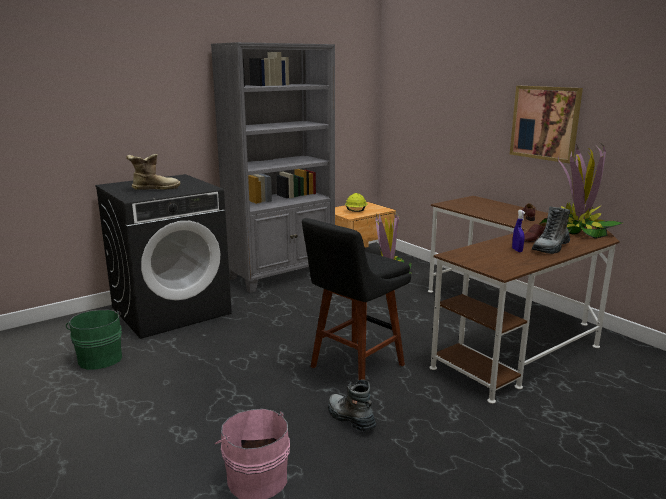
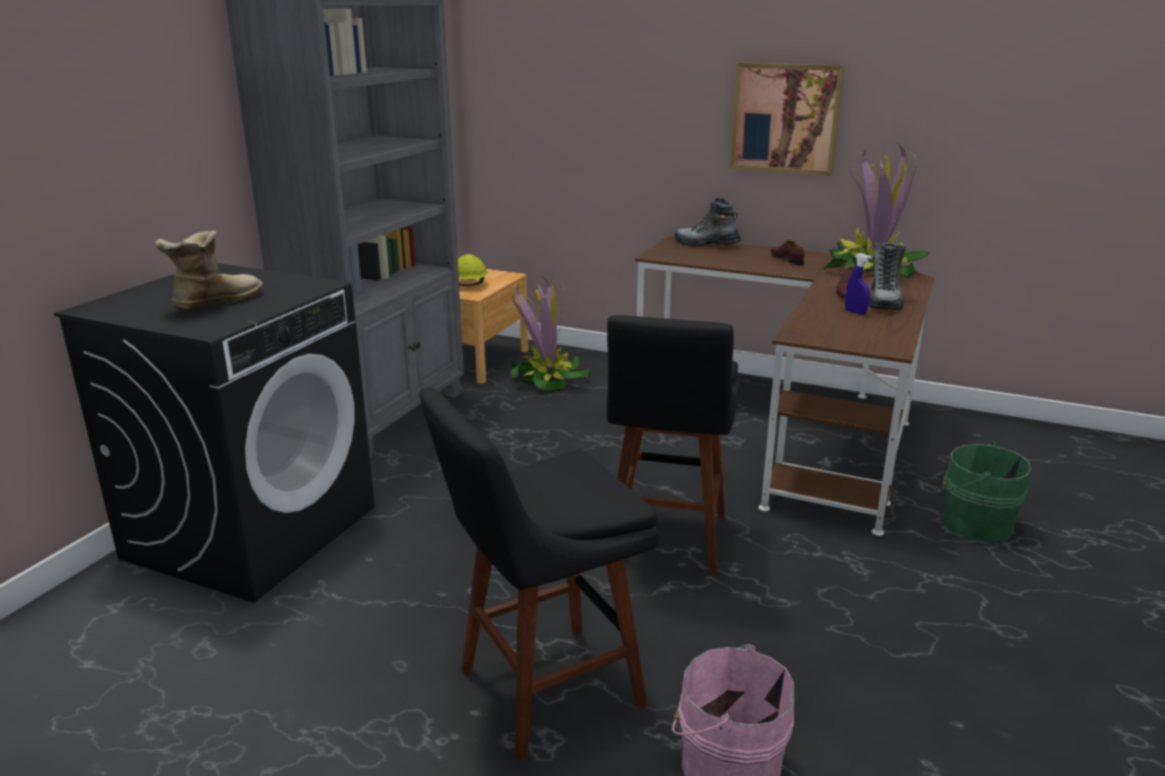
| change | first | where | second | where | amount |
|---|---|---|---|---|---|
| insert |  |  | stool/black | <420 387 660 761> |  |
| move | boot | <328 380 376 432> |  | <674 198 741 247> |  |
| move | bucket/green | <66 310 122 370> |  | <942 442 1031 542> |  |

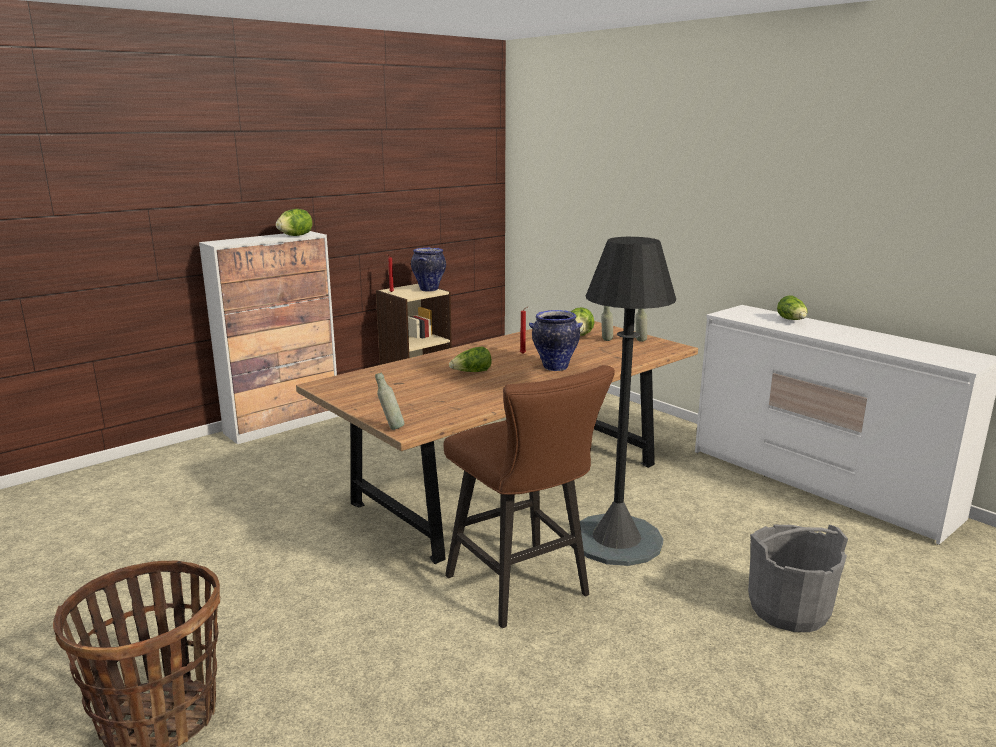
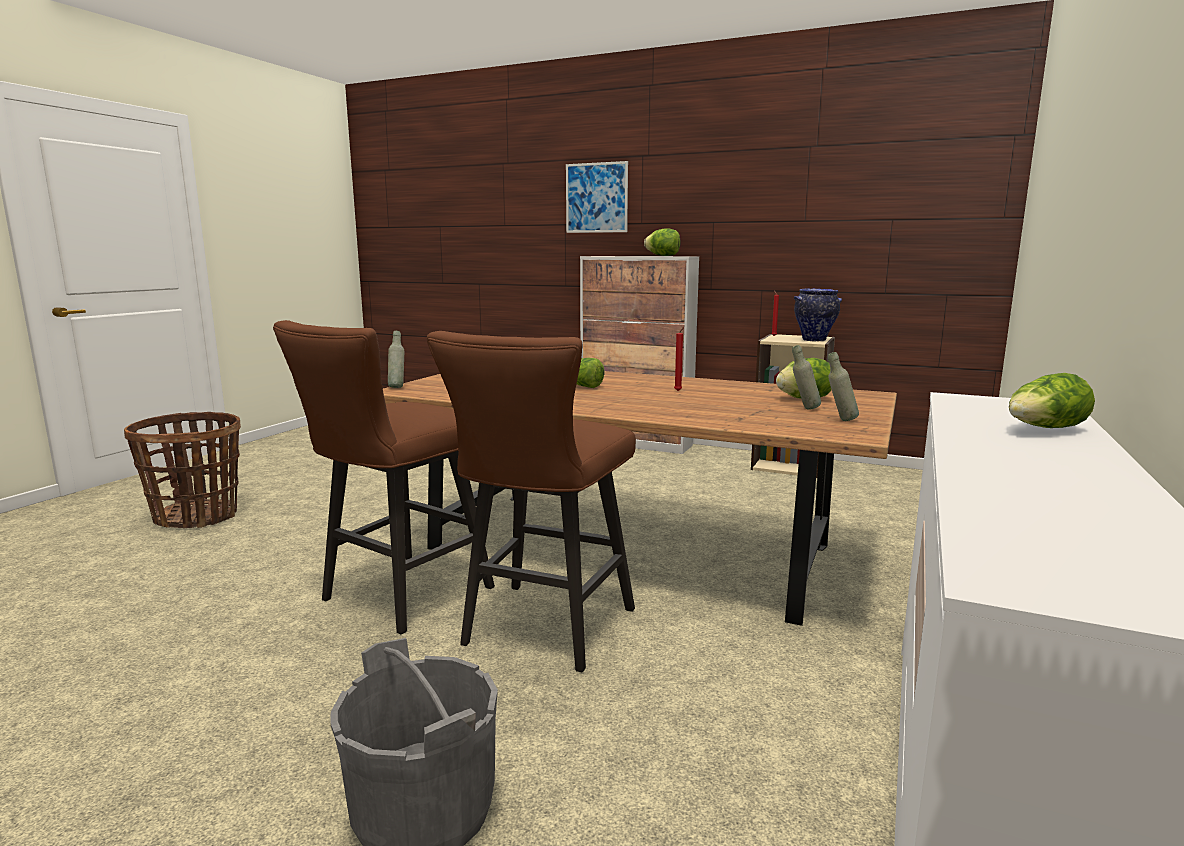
| change | first | where | second | where | amount |
|---|---|---|---|---|---|
| replace | floor lamp/black | <580 237 676 566> | stool/brown | <427 331 636 672> |  |
| insert |  |  | picture | <566 161 628 233> |  |
| delete | vase | <529 310 583 371> |  |  |  |

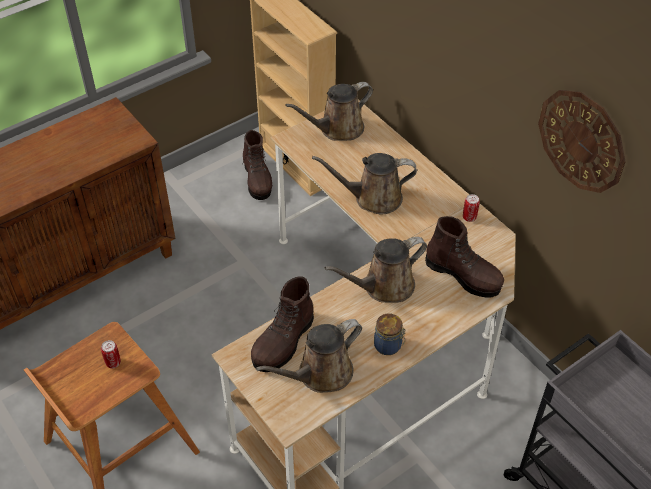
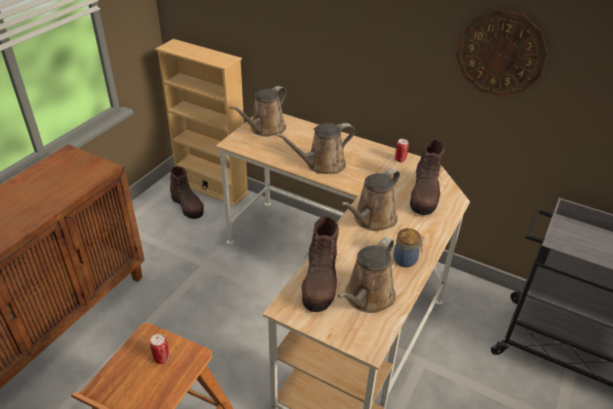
| change | first | where | second | where | amount |
|---|---|---|---|---|---|
| rotate | boot/brown | <425 216 504 298> |  | <410 139 445 215> | 90 degrees clockwise |

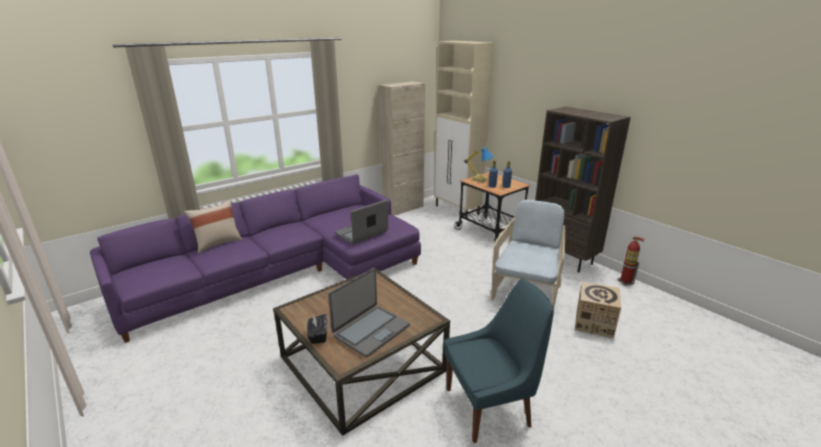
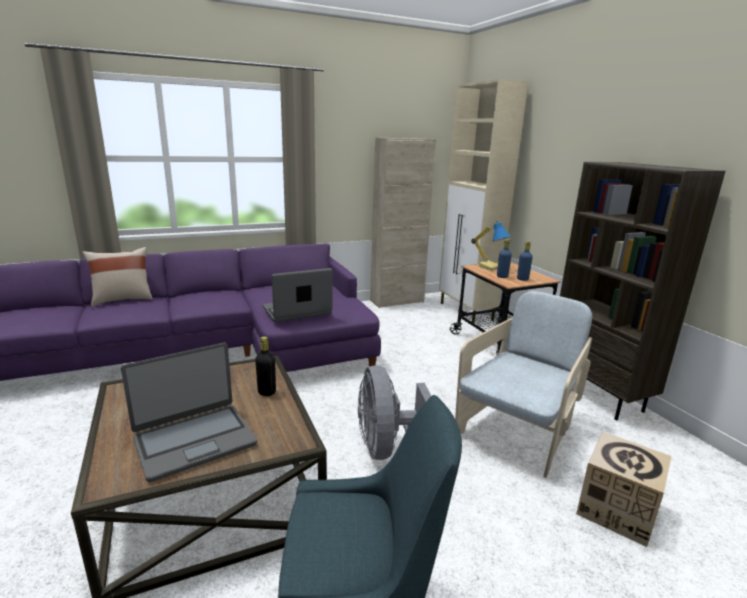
| change | first | where | second | where | amount |
|---|---|---|---|---|---|
| insert |  |  | bottle/black | <255 336 276 396> |  |
| insert |  |  | fan/grey | <358 365 431 460> |  |
| delete | tissue box/black | <307 314 327 344> |  |  |  |
| delete | fire extinguisher | <618 236 644 286> |  |  |  |

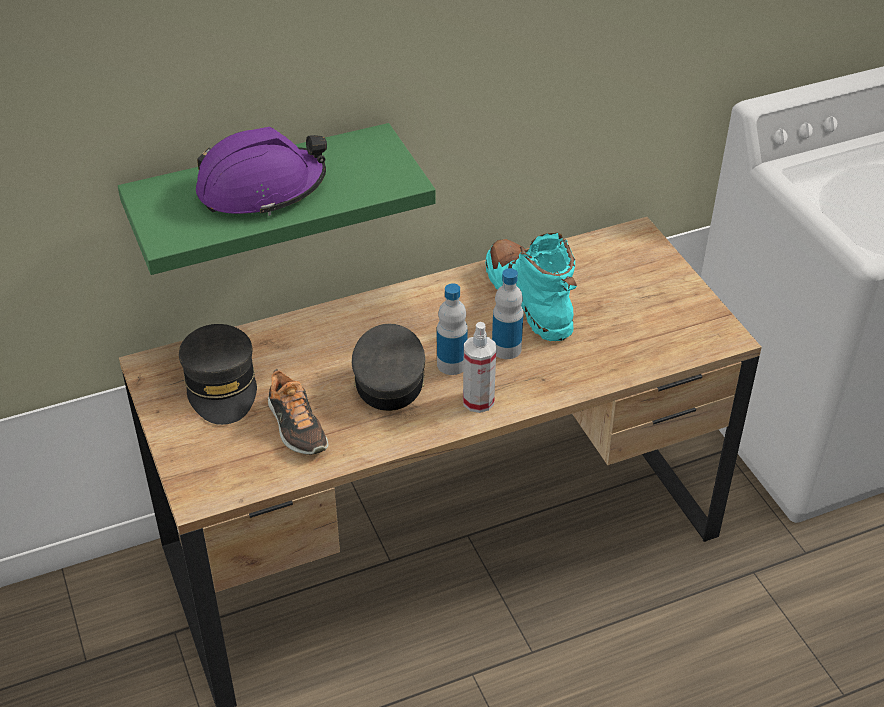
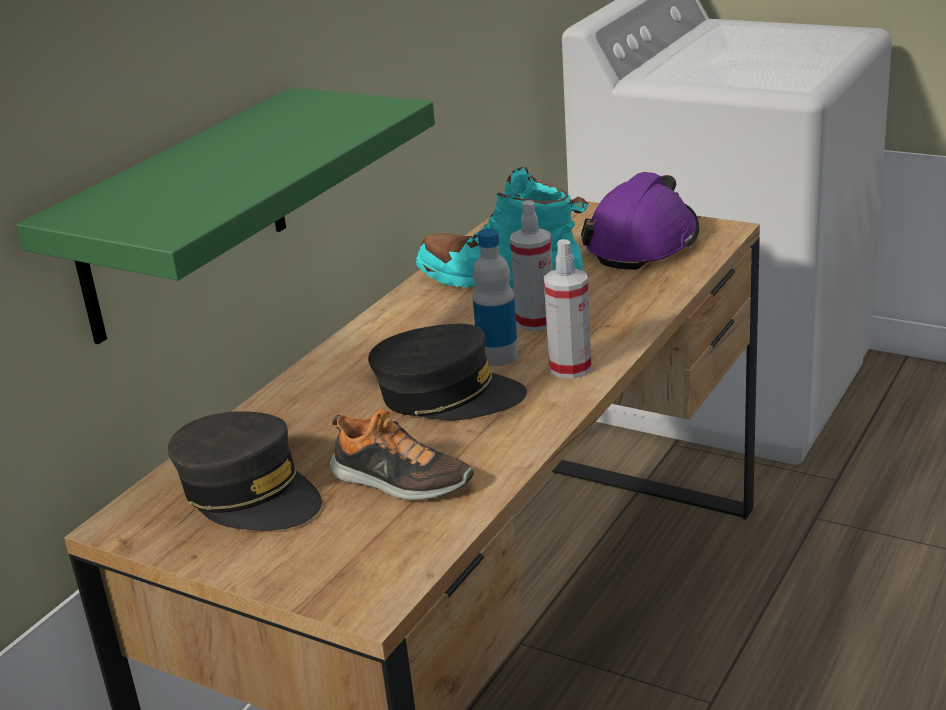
| change | first | where | second | where | amount |
|---|---|---|---|---|---|
| rotate | cap/grey | <352 324 425 411> |  | <368 324 527 420> | 135 degrees clockwise |
| replace | bottle | <492 268 524 359> | spray bottle | <510 200 553 331> |  |
| move | hard hat/purple | <196 127 327 216> |  | <581 172 700 270> |  |

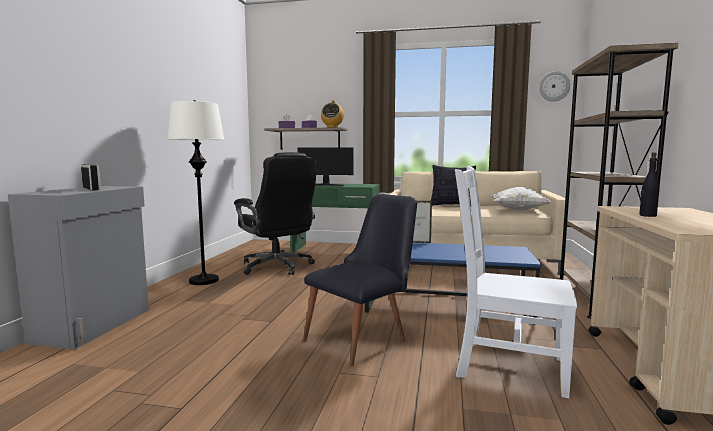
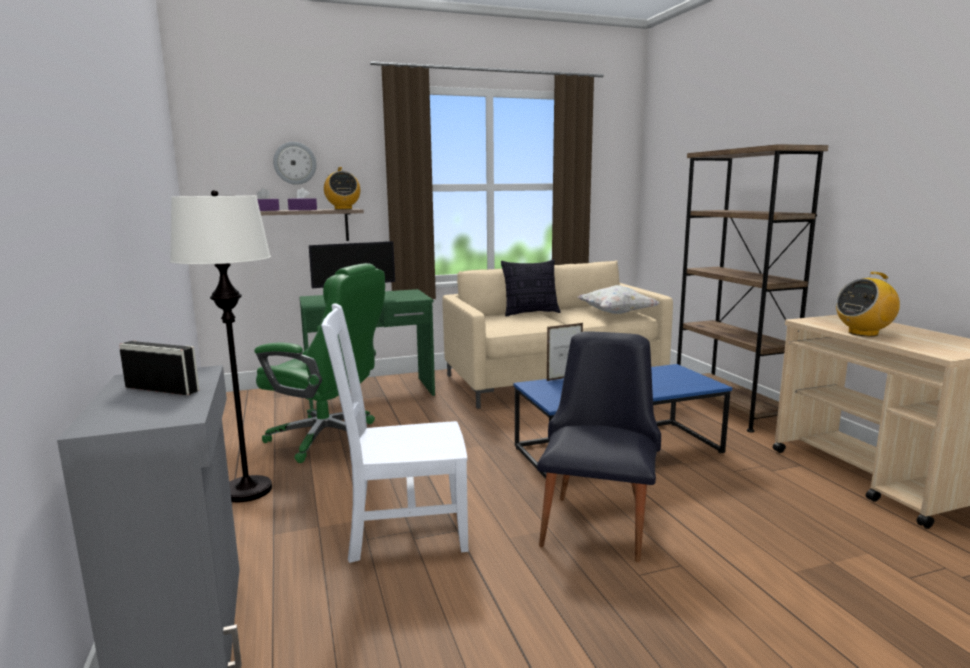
| change | first | where | second | where | amount |
|---|---|---|---|---|---|
| recolor | office chair/black | <234 152 316 275> | office chair/green | <254 263 385 463> |  |
| move | wall clock | <539 71 570 102> |  | <273 142 316 185> |  |
| move | chair/white | <455 166 577 398> |  | <321 303 468 563> |  |
| replace | bottle/black | <639 152 660 217> | radio | <836 272 900 337> |  |

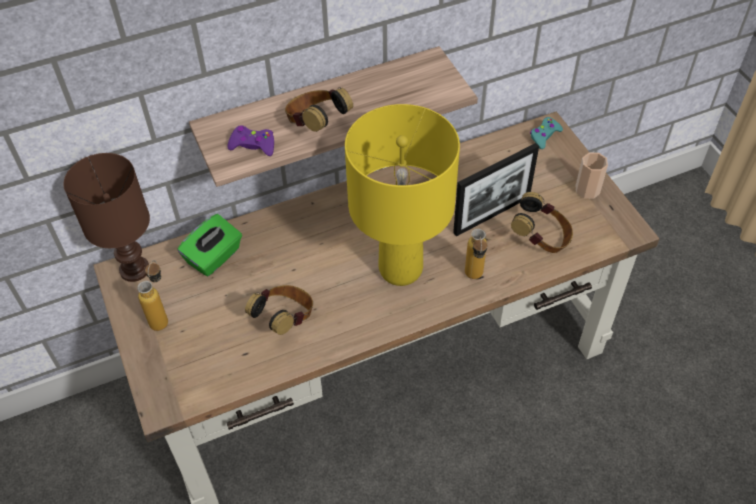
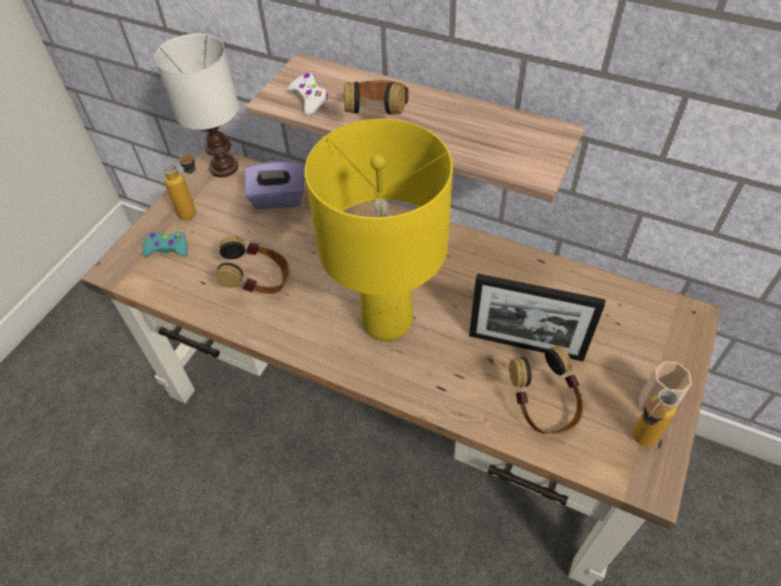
| change | first | where | second | where | amount |
|---|---|---|---|---|---|
| move | game controller/turquoise | <530 117 563 149> |  | <143 232 188 257> |  |
| recolor | table lamp/brown | <64 153 150 282> | table lamp/white | <155 34 239 177> |  |
| recolor | tissue box/green | <177 214 242 276> | tissue box/purple | <245 162 304 209> |  |
| recolor | game controller/purple | <227 125 274 156> | game controller/white | <287 73 328 116> |  |
| move | bottle | <465 229 488 279> |  | <632 389 679 446> |  |

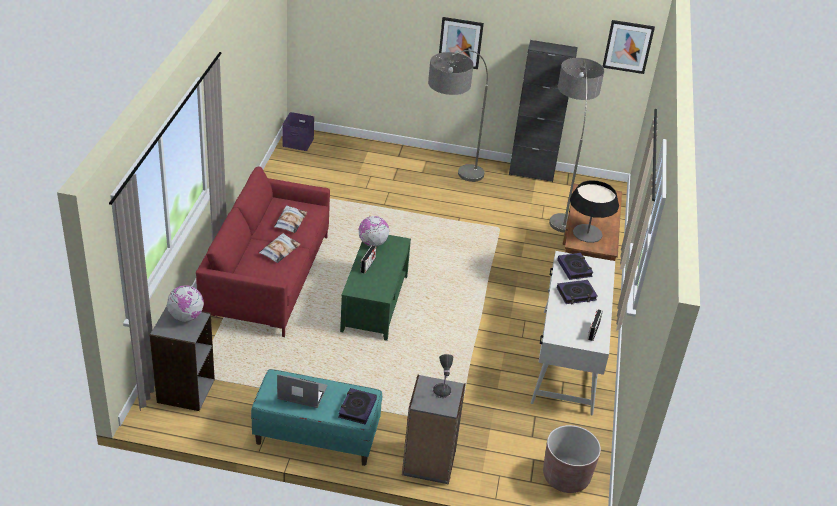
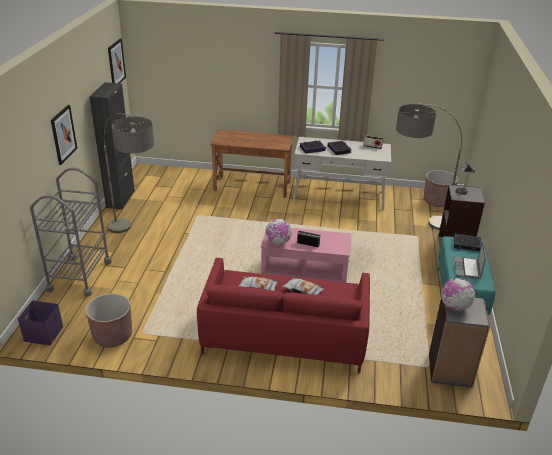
| change | first | where | second | where | amount |
|---|---|---|---|---|---|
| insert |  |  | cart/grey | <30 168 111 297> |  |
| insert |  |  | planter/brown | <86 293 132 347> |  |
| recolor | coffee table/green | <340 235 411 341> | coffee table/pink | <261 228 351 283> |  |
| move | floor lamp | <549 58 604 233> |  | <396 104 462 230> |  |
| delete | table lamp | <570 180 619 243> |  |  |  |

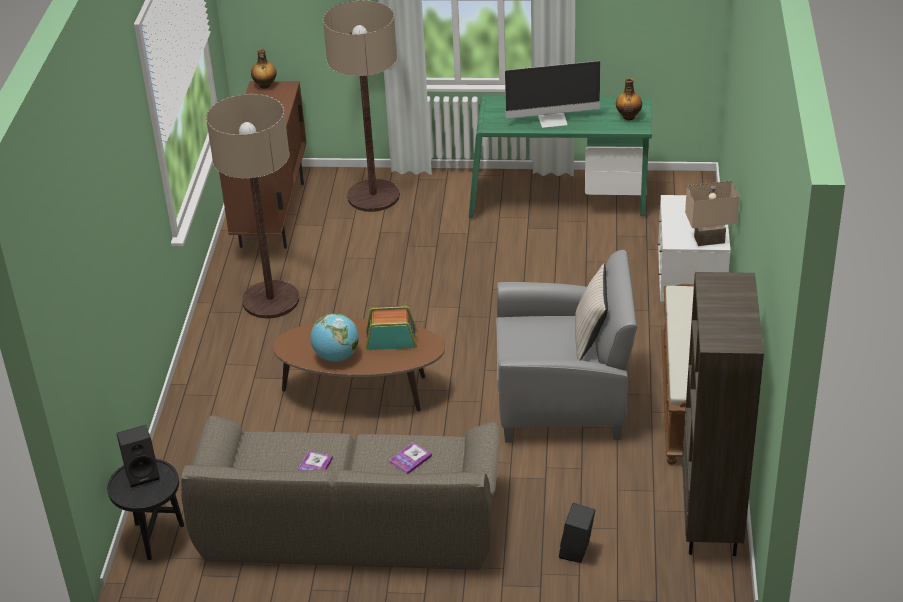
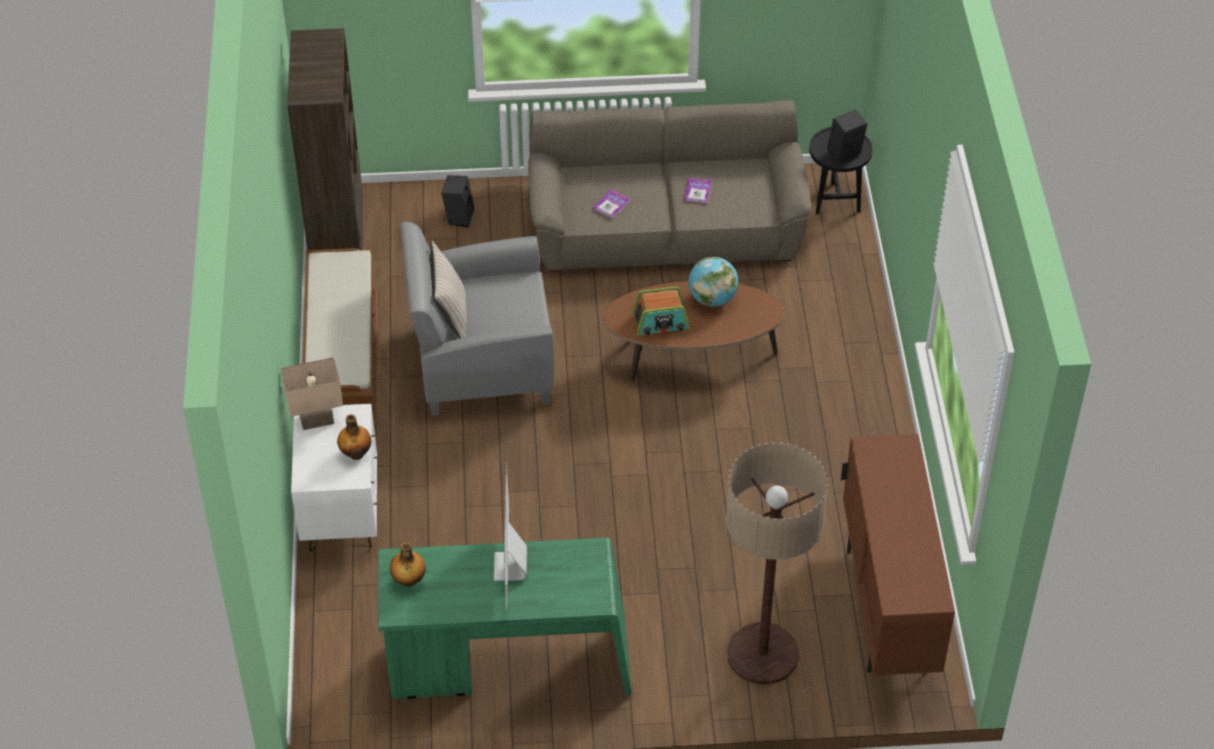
| change | first | where | second | where | amount |
|---|---|---|---|---|---|
| move | bottle | <251 49 277 89> |  | <337 414 371 460> |  |
| rotate | monitor | <505 61 600 128> |  | <494 463 527 611> | 75 degrees counterclockwise |
| delete | floor lamp | <206 94 299 319> |  |  |  |

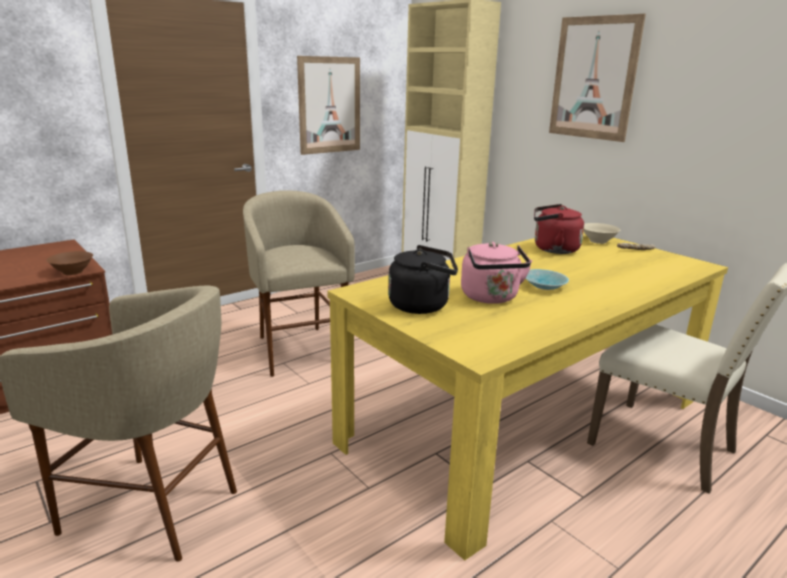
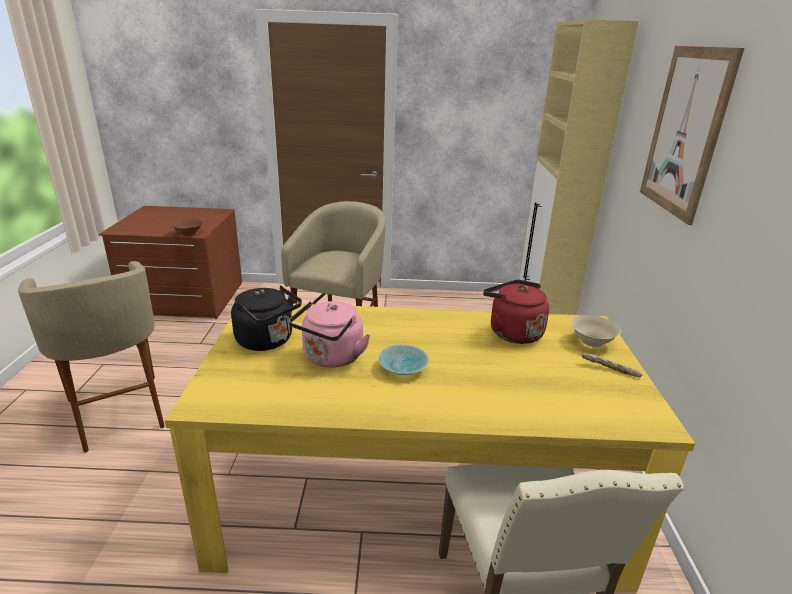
| change | first | where | second | where | amount |
|---|---|---|---|---|---|
| delete | picture | <297 56 360 155> |  |  |  |

